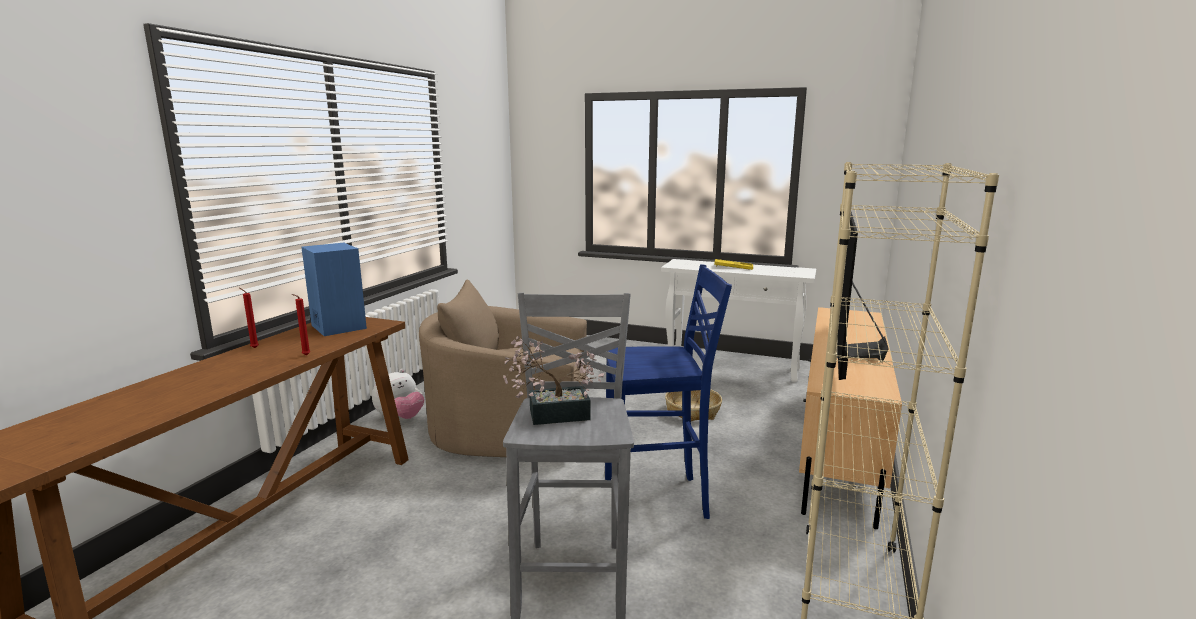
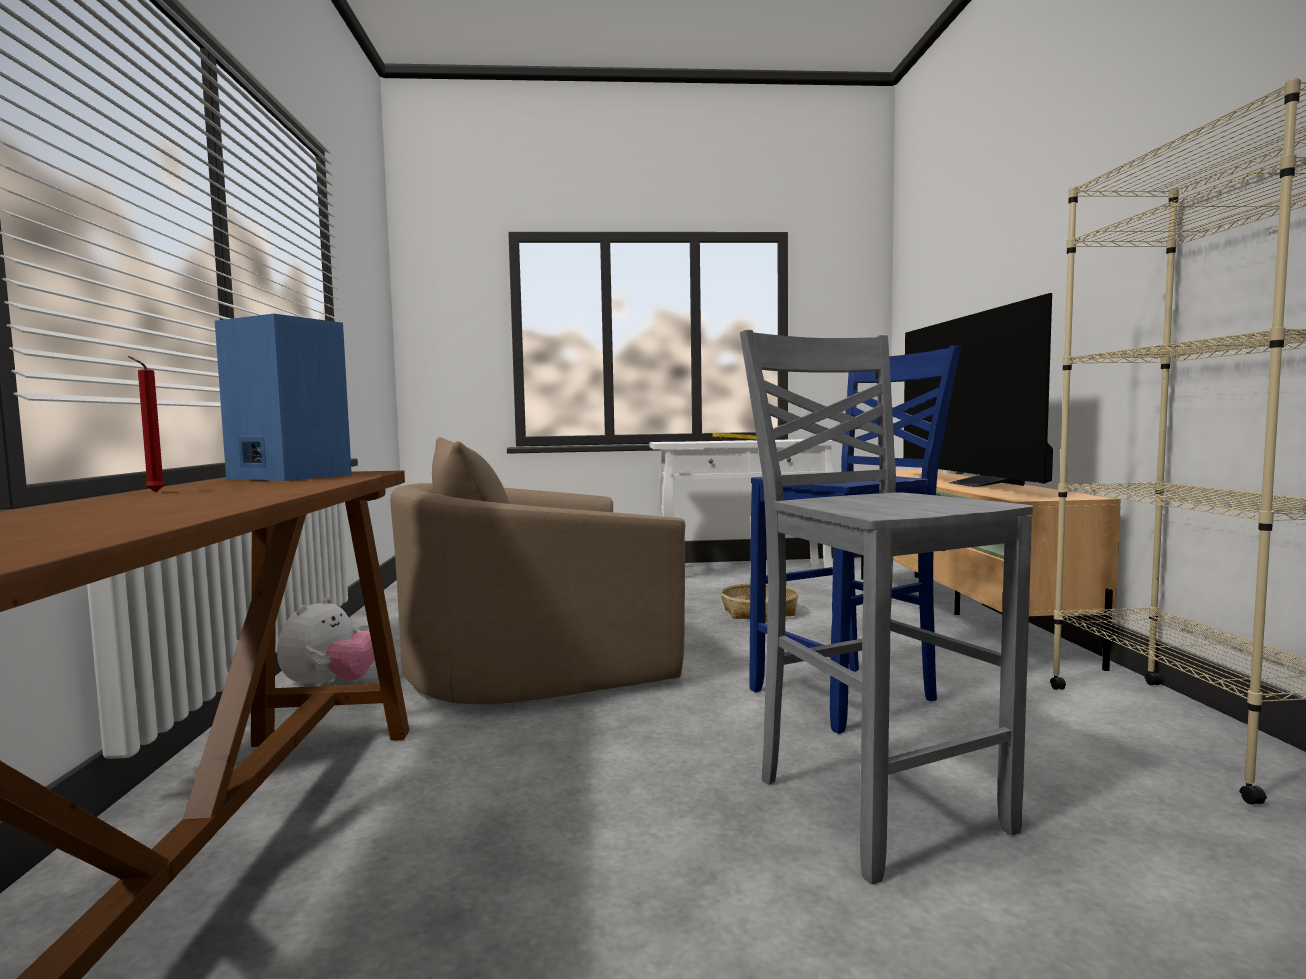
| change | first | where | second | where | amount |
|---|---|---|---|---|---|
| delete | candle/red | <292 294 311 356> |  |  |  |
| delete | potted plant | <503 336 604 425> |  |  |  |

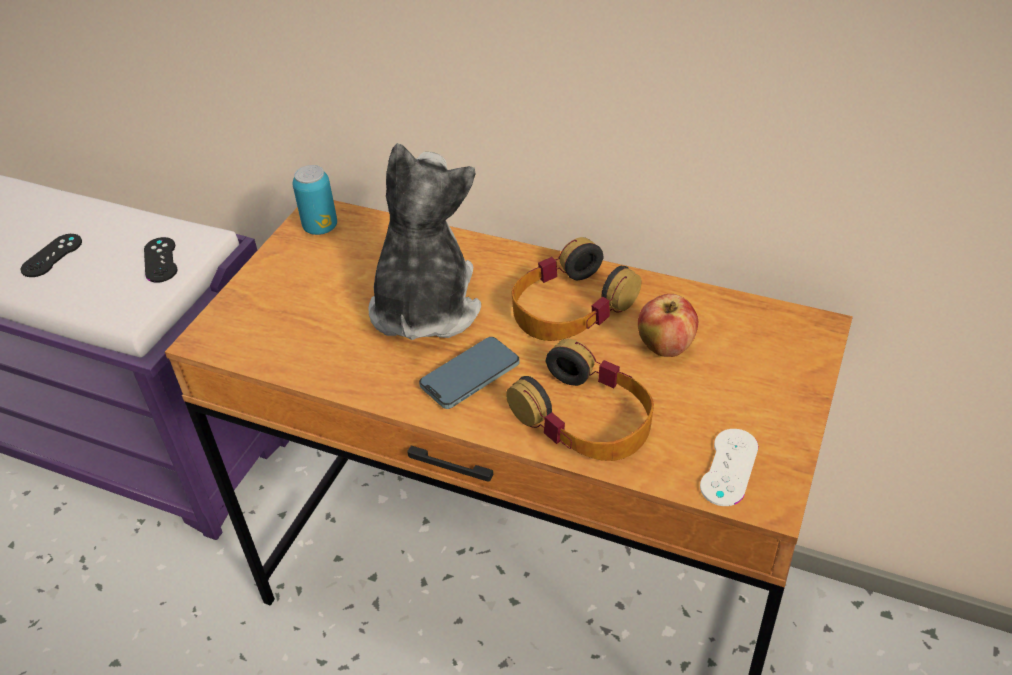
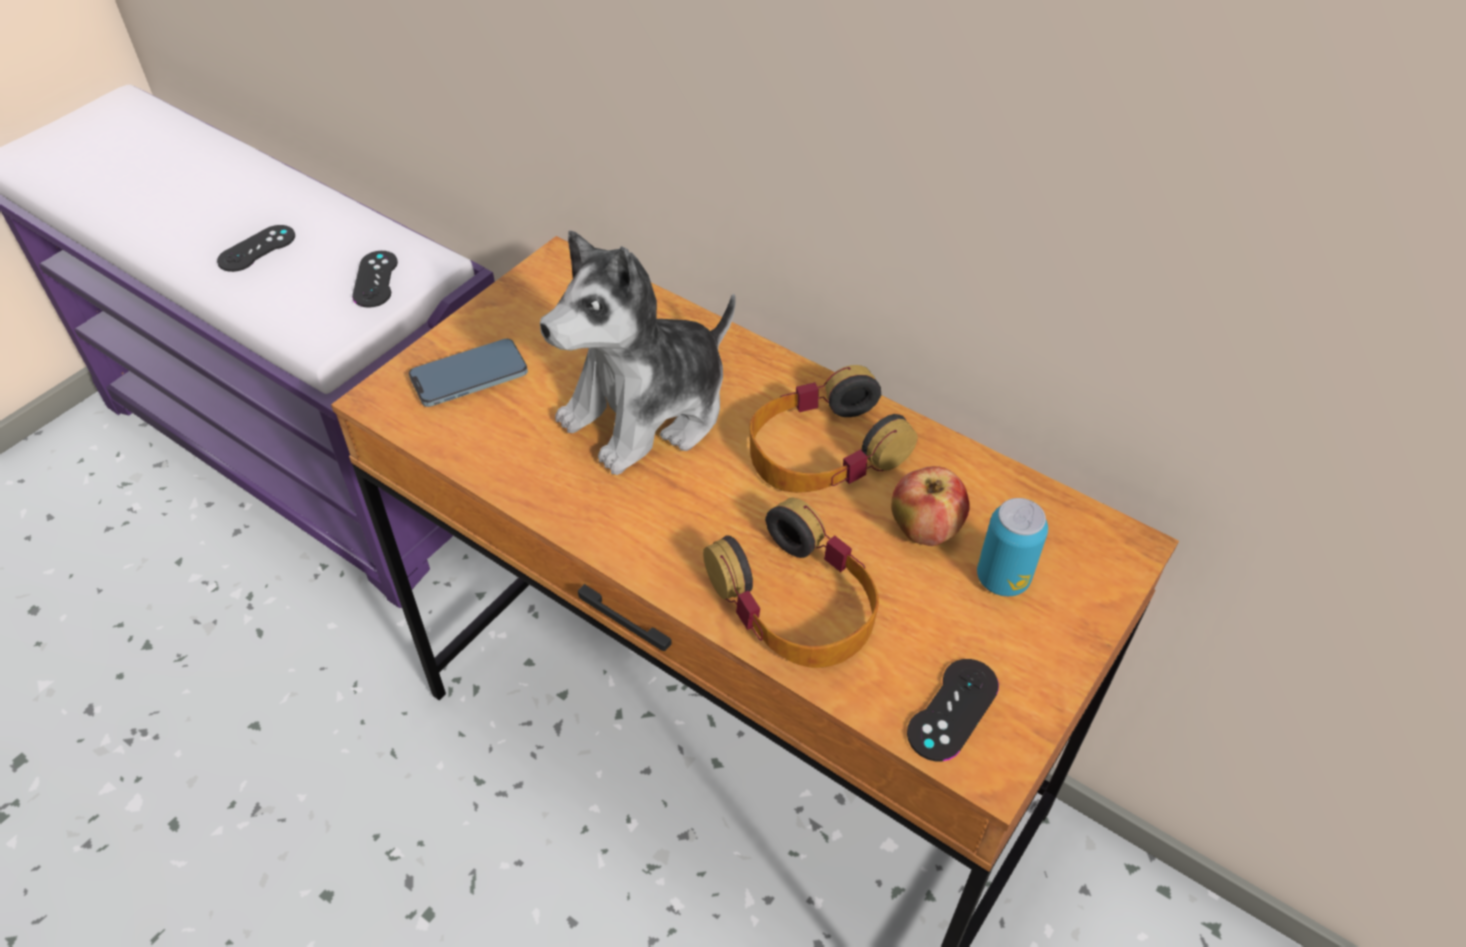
| change | first | where | second | where | amount |
|---|---|---|---|---|---|
| move | phone | <419 337 520 409> |  | <409 339 528 407> |  |
| rotate | plush toy | <368 143 481 340> |  | <540 230 736 475> | 150 degrees counterclockwise |
| recolor | game controller/white | <700 429 758 506> | game controller/black | <907 659 999 761> |  |
| move | can | <292 165 337 235> |  | <977 498 1048 596> |  |

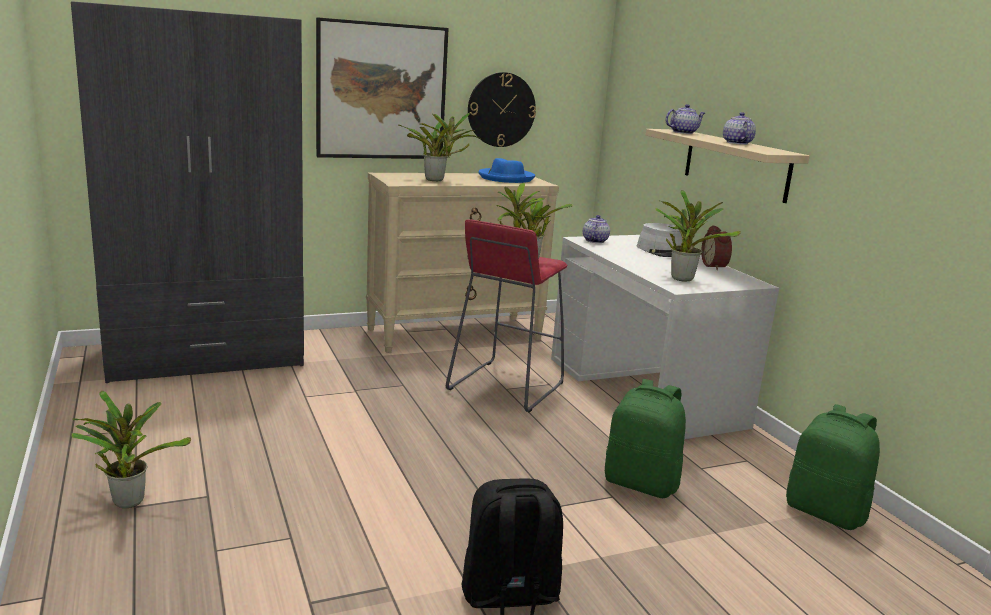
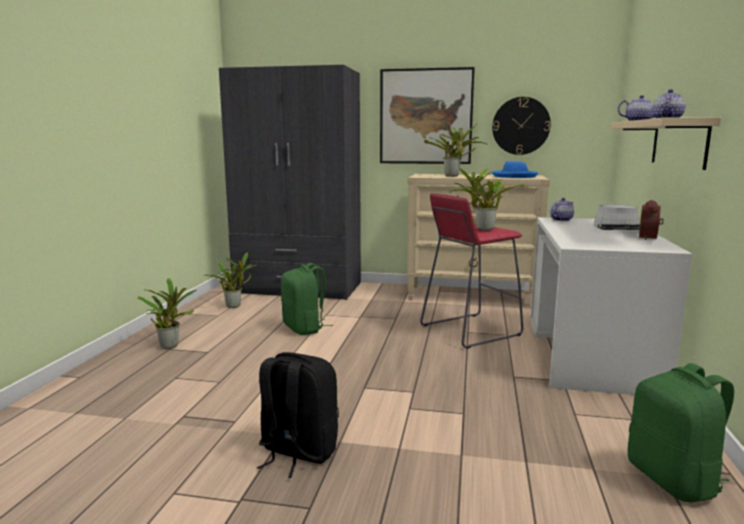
| change | first | where | second | where | amount |
|---|---|---|---|---|---|
| move | potted plant | <656 190 741 282> |  | <203 253 256 308> |  |
| move | backpack/green | <605 379 686 498> |  | <281 263 333 335> |  |

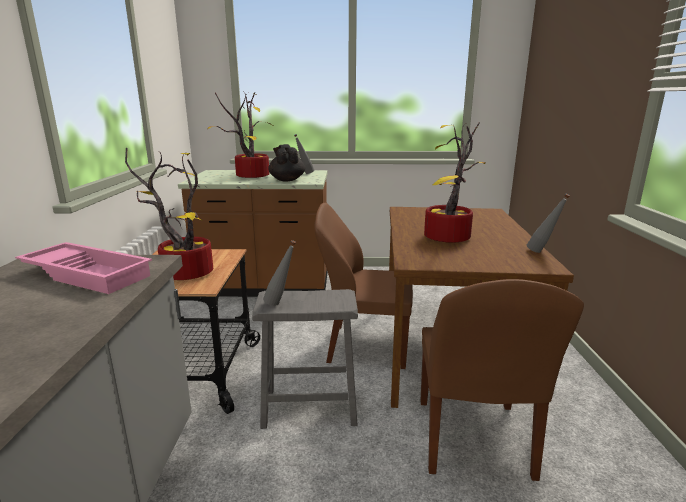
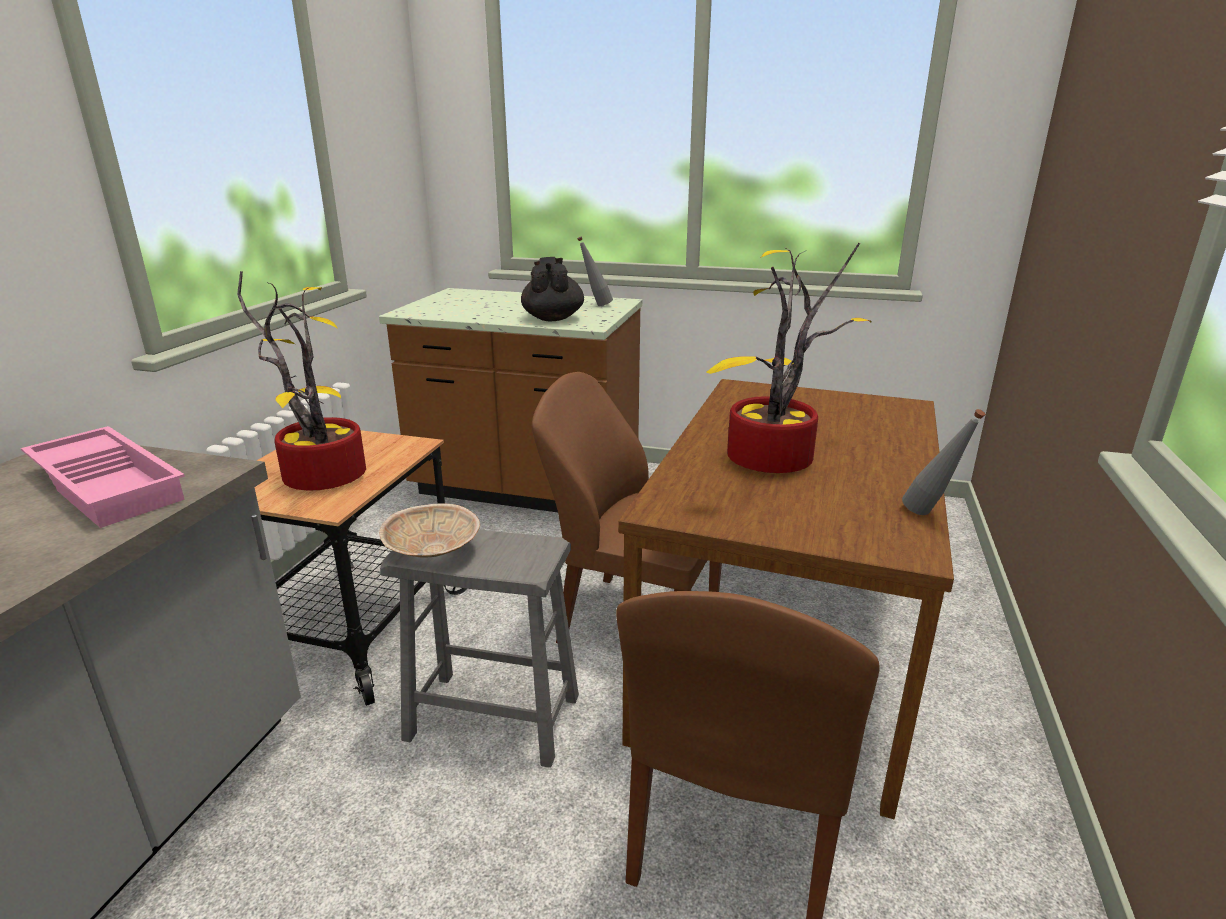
| change | first | where | second | where | amount |
|---|---|---|---|---|---|
| replace | bottle/grey | <263 240 296 306> | bowl/beige | <379 504 480 557> |  |
| delete | potted plant | <207 92 273 178> |  |  |  |

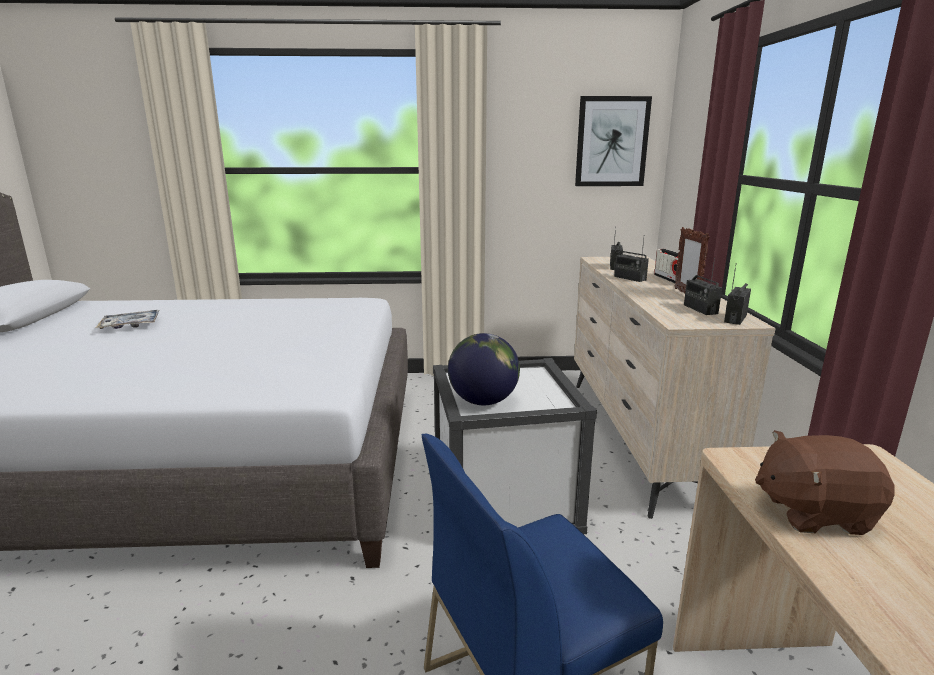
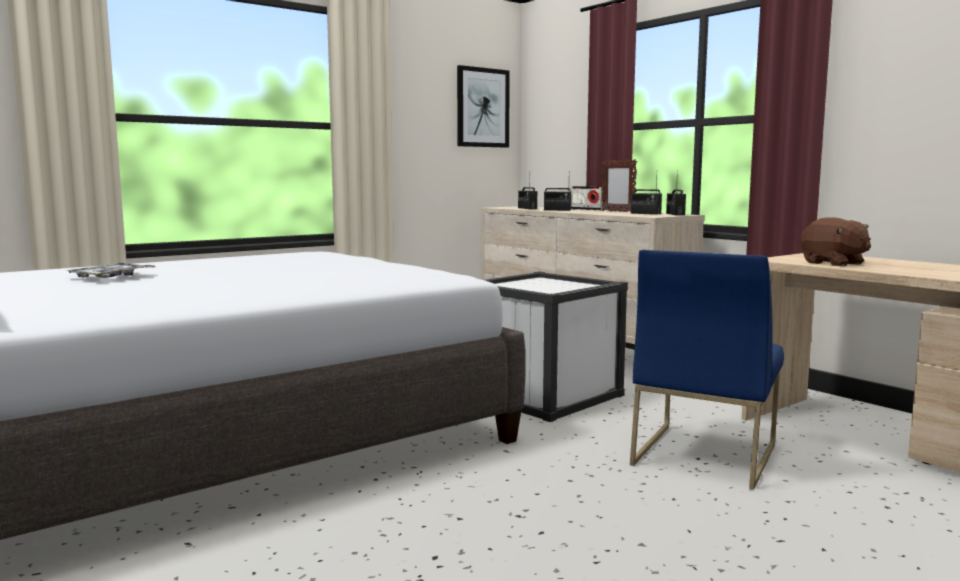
| change | first | where | second | where | amount |
|---|---|---|---|---|---|
| rotate | plush toy/brown | <755 430 894 535> |  | <801 217 871 267> | 90 degrees counterclockwise |
| delete | globe | <448 333 520 405> |  |  |  |

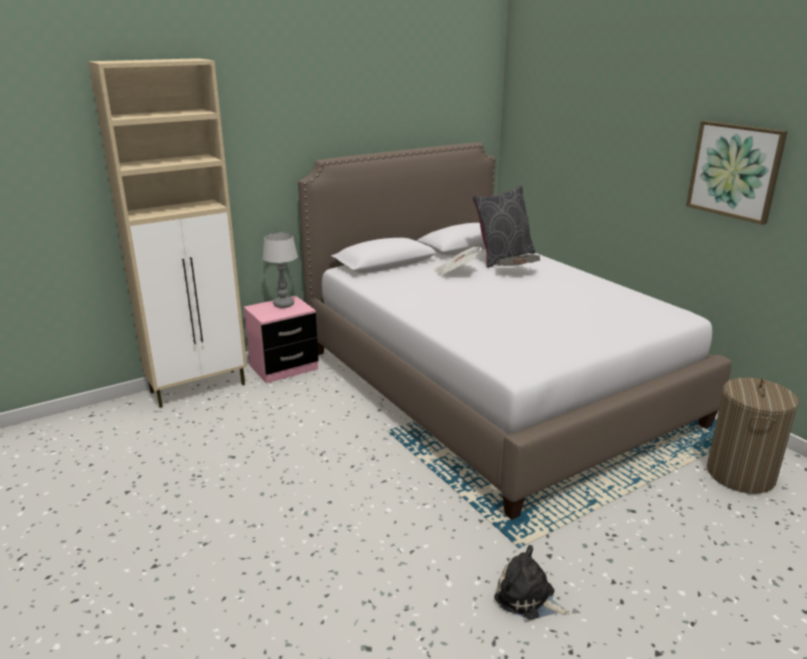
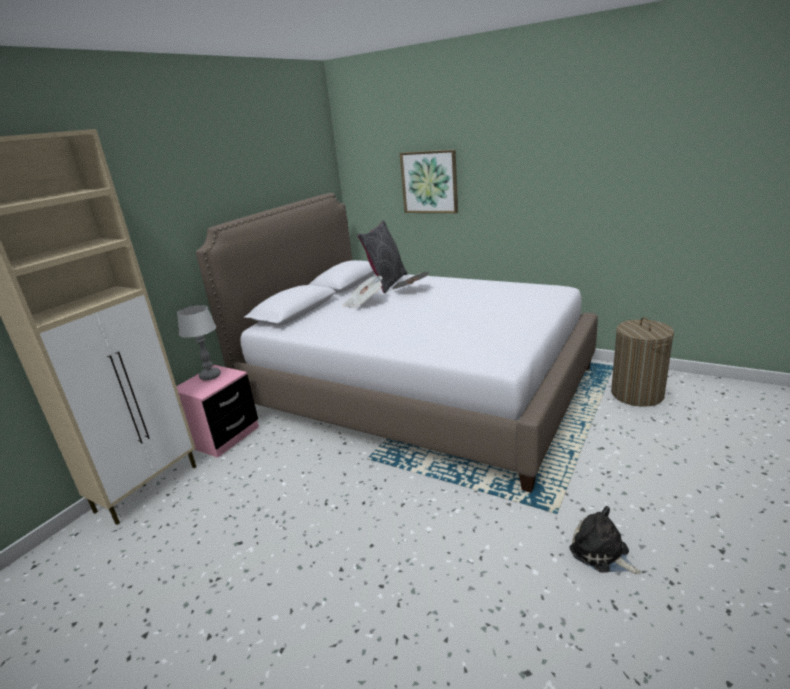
| change | first | where | second | where | amount |
|---|---|---|---|---|---|
| move | picture | <686 121 788 225> |  | <400 149 458 213> |  |
| rotate | plush toy | <494 545 570 620> |  | <569 506 641 574> | 45 degrees clockwise |

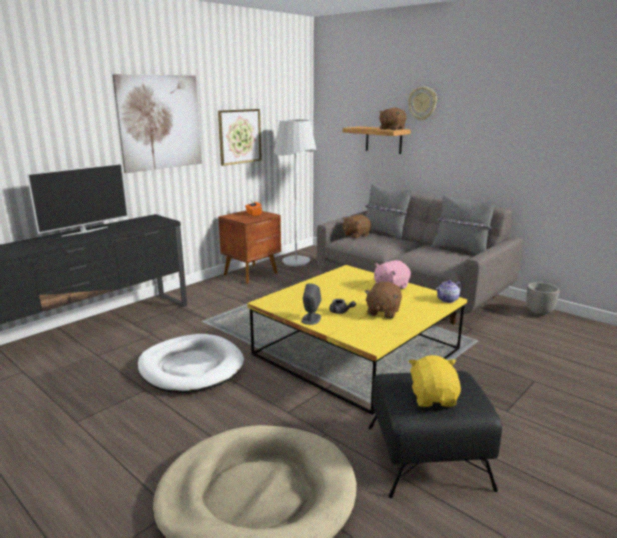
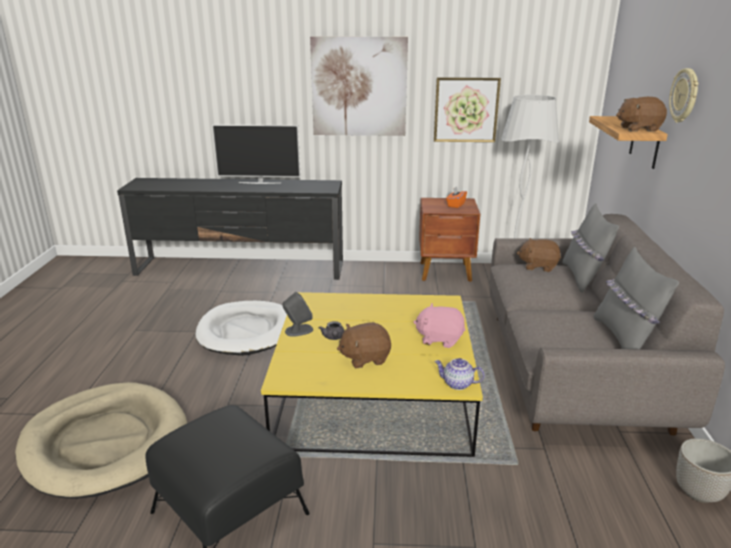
| change | first | where | second | where | amount |
|---|---|---|---|---|---|
| delete | plush toy/yellow | <409 355 461 407> |  |  |  |

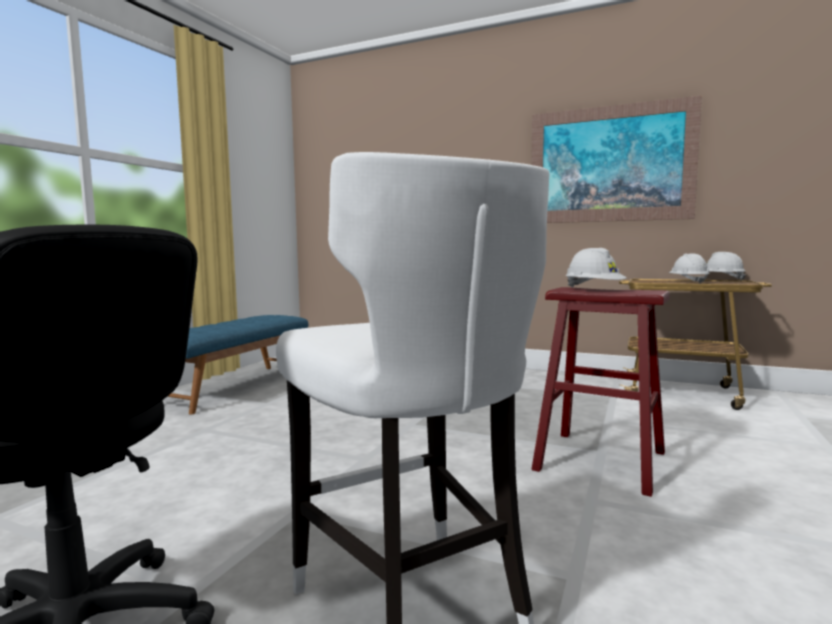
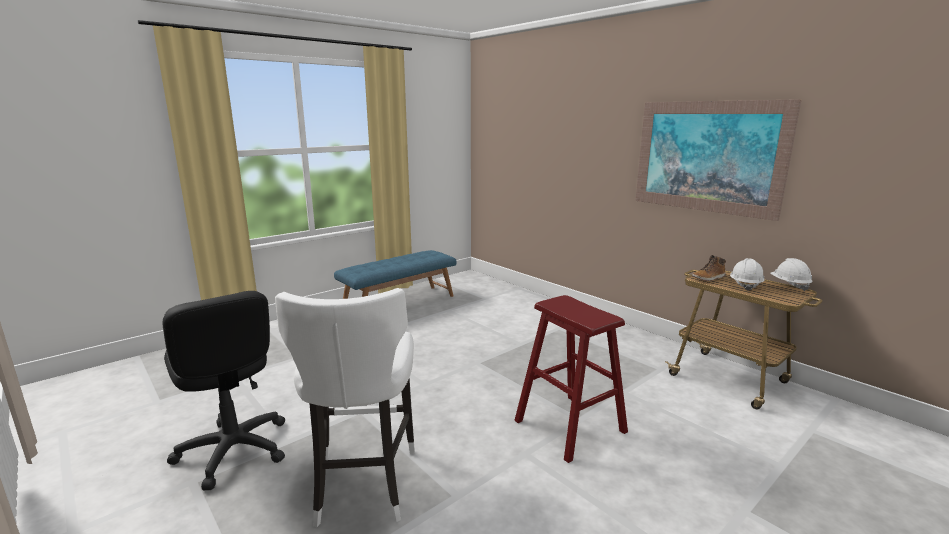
| change | first | where | second | where | amount |
|---|---|---|---|---|---|
| insert |  |  | boot | <692 255 726 281> |  |
| delete | hard hat/white | <566 248 627 288> |  |  |  |

